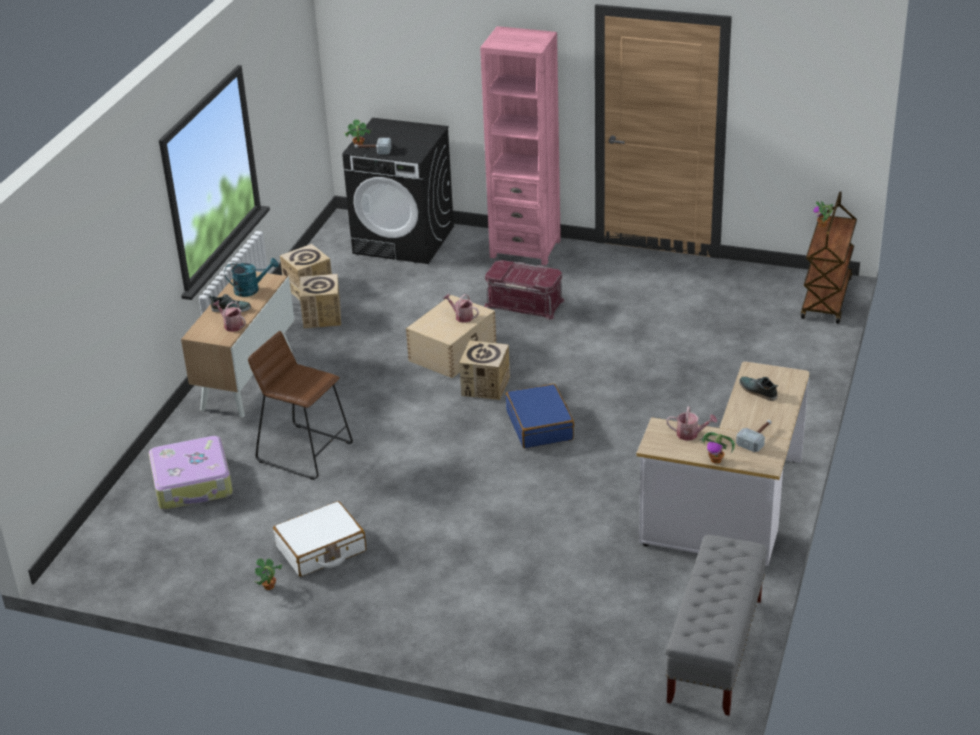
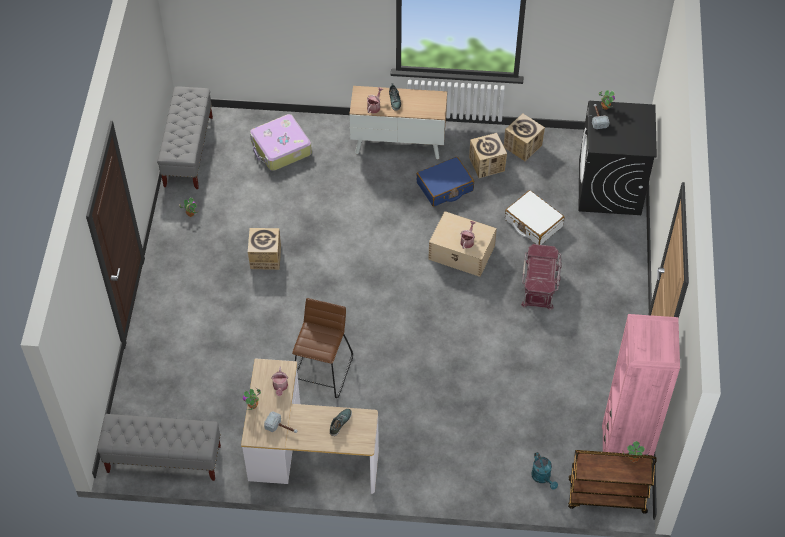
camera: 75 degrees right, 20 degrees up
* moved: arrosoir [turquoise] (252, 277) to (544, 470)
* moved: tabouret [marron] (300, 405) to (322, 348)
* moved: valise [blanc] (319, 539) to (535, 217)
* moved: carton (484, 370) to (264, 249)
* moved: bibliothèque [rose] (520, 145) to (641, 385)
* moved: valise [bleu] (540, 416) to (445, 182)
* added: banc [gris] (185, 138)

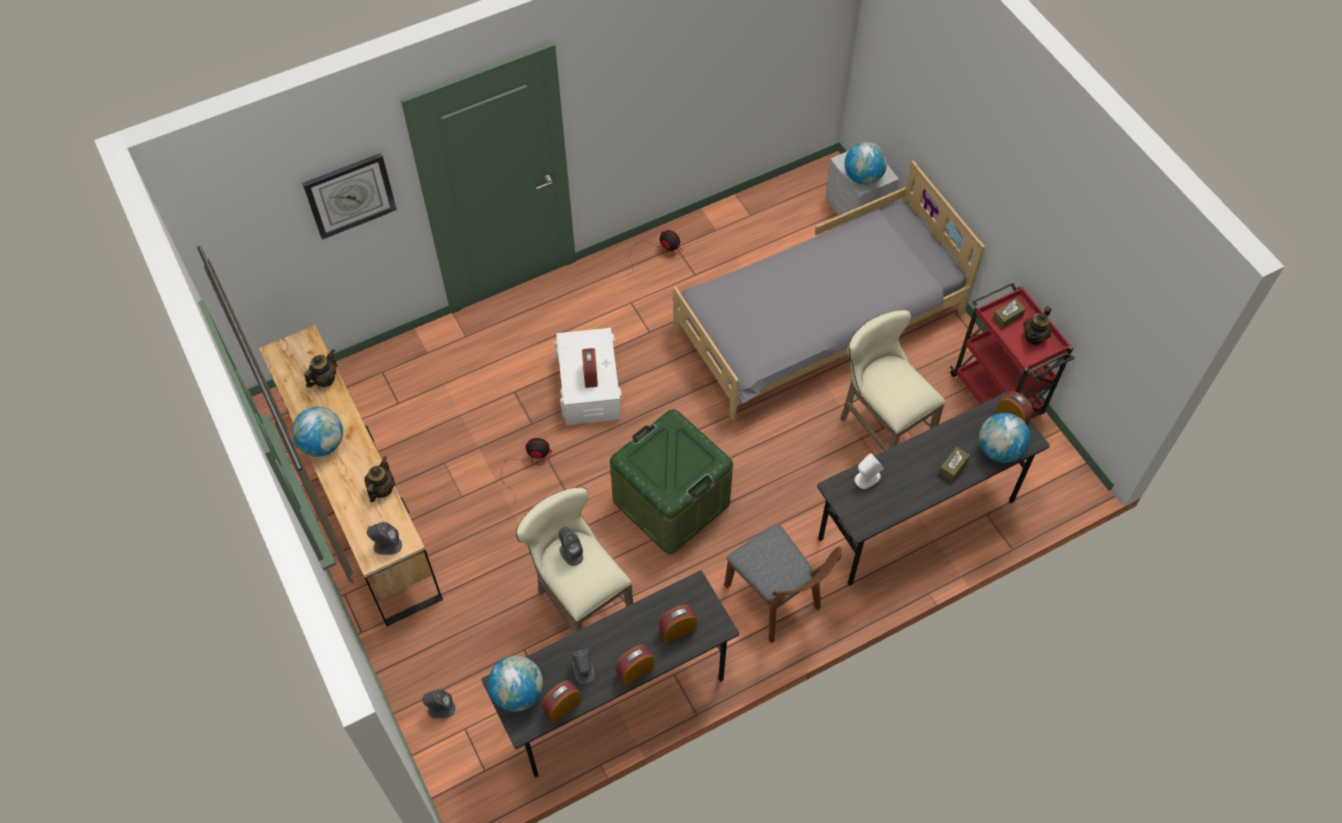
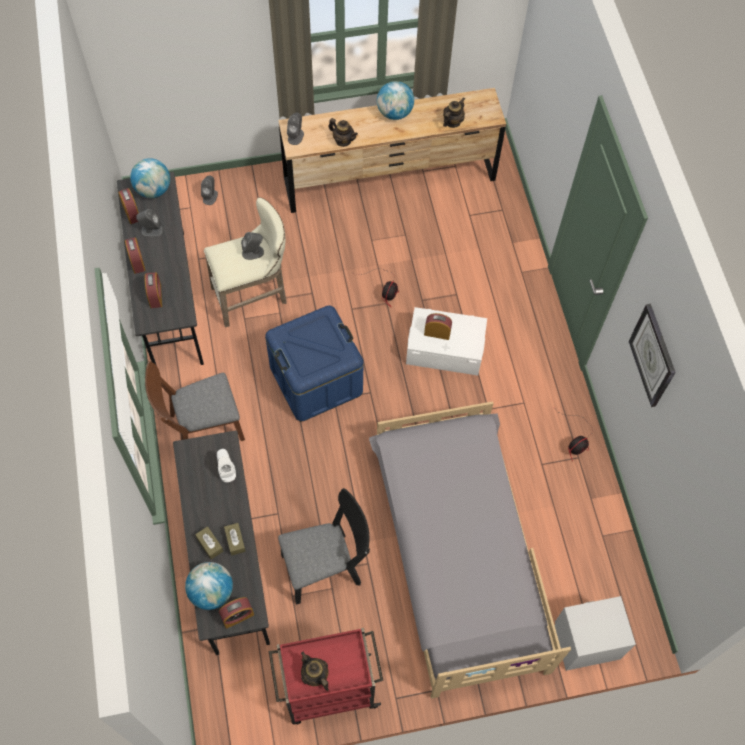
camera: 105 degrees right, 5 degrees up
* moved: horloge murale (349, 196) to (652, 355)
* turned: théière (320, 368) = (454, 112) 105 degrees counterclockwise
* recoloured: boîte de rangement [vert] (671, 482) to boîte de rangement [bleu] (314, 363)
* replaced: tabouret [beige] (892, 380) to chaise [noir] (324, 546)
* removed: globe (866, 163)
* moved: boîte à mouchoirs [marron] (1009, 313) to (235, 539)

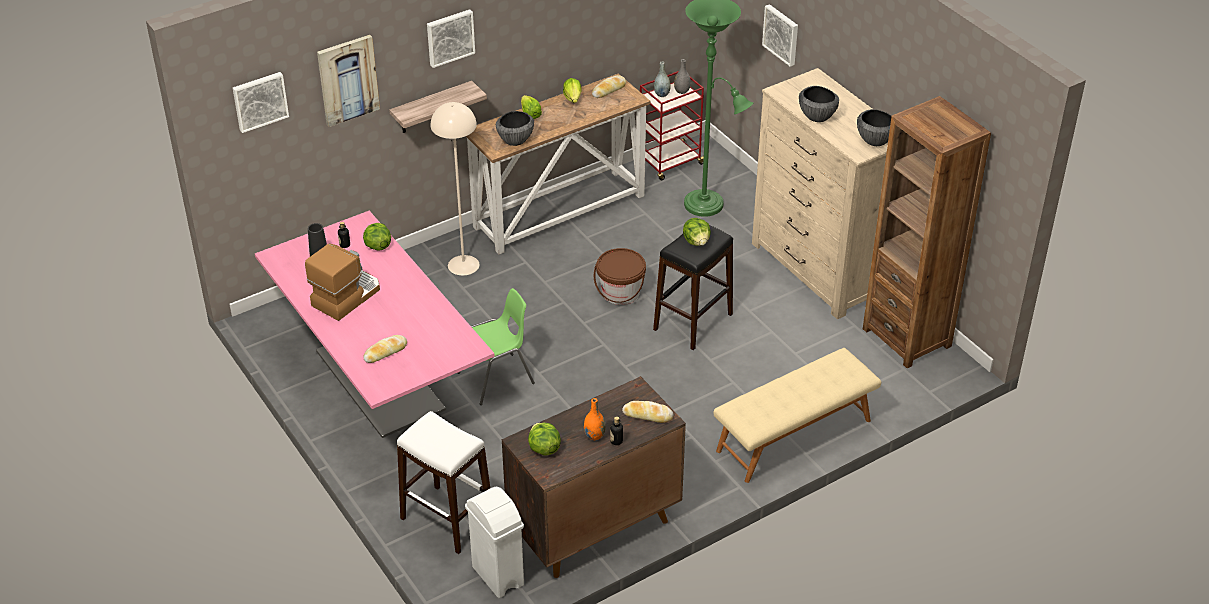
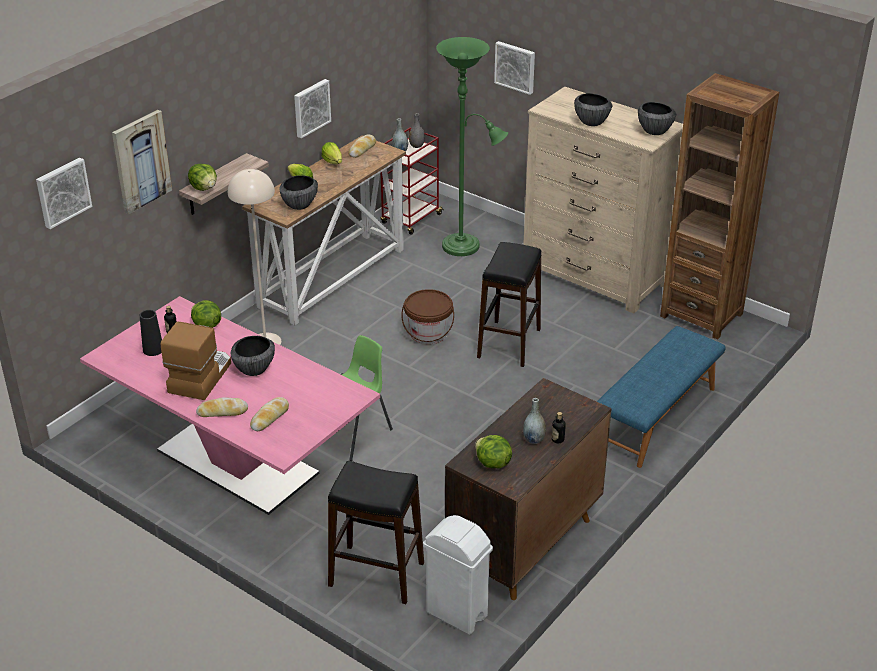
camera: 20 degrees left, 5 degrees down
* recoloured: tabouret [blanc] (443, 482) to tabouret [noir] (376, 532)
* moved: tableau (451, 38) to (312, 108)
* recoloured: vase [orange] (595, 419) to vase [gris] (534, 421)
* moved: pain (647, 412) to (222, 407)
* moved: laitue (697, 232) to (202, 177)
* recoloured: banc [beige] (797, 415) to banc [bleu] (661, 397)
* added: bol (253, 356)

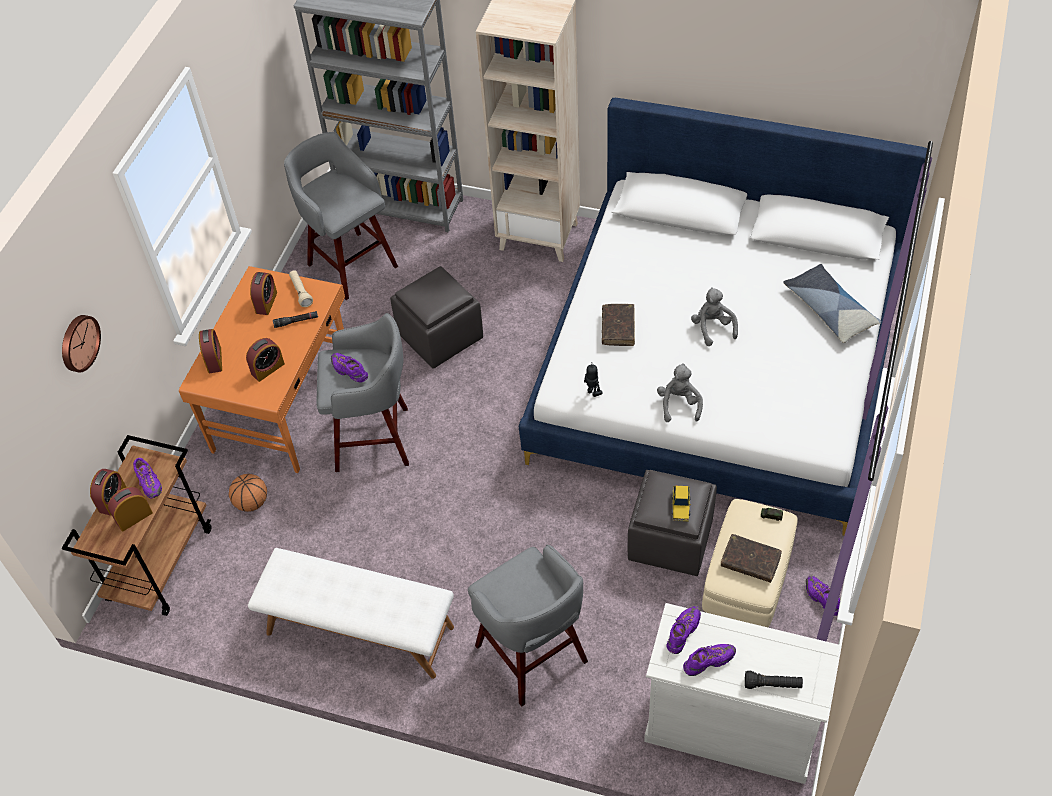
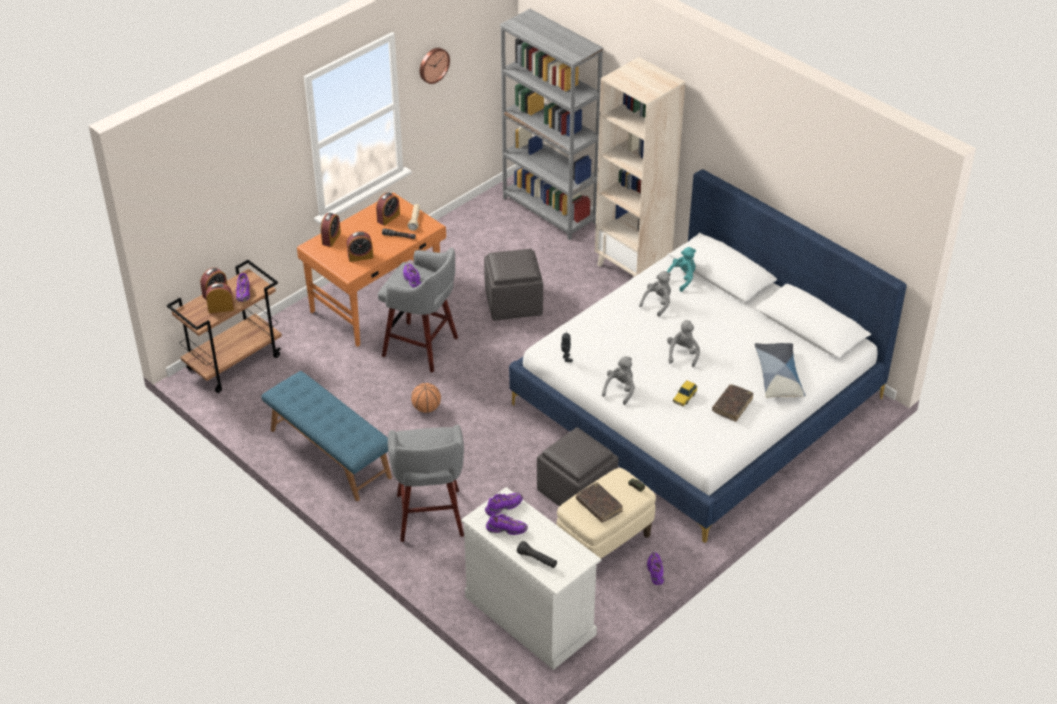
camera: 25 degrees right, 10 degrees down
* moved: horloge murale (81, 344) to (435, 66)
* moved: ballon de basket (248, 493) to (426, 398)
* recoloured: banc [blanc] (351, 613) to banc [bleu] (326, 436)
* removed: tabouret [gris] (341, 216)
* moved: livre [marron] (618, 325) to (733, 403)
* moved: petite voiture (681, 503) to (685, 393)
* added: peluche [gris] (655, 294)
* added: peluche [turquoise] (681, 269)

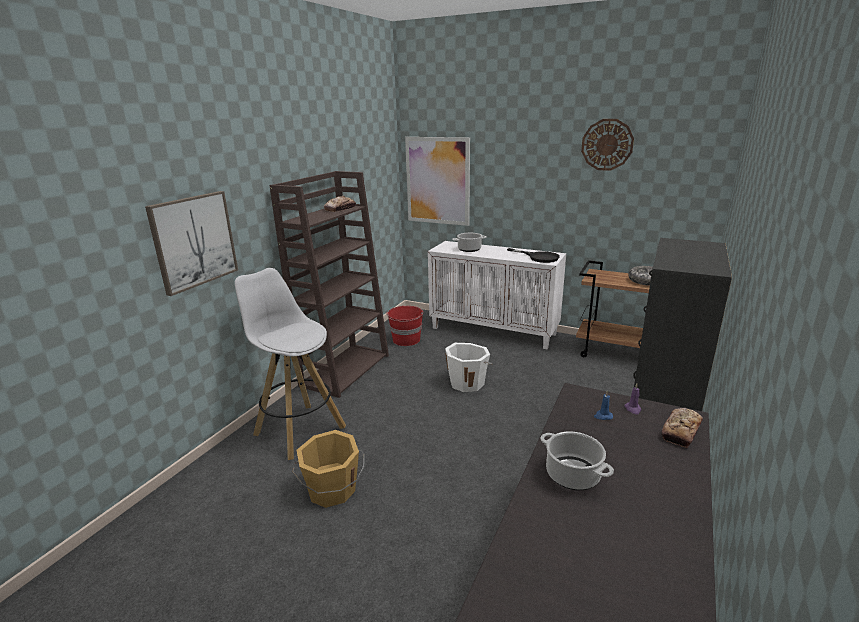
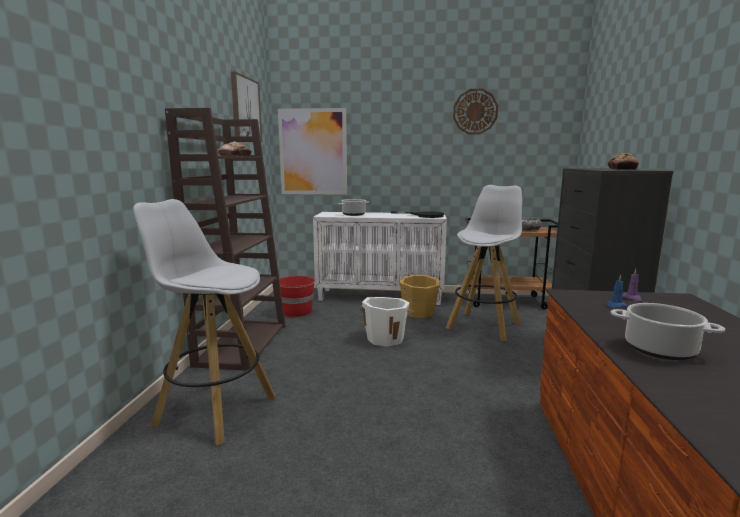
camera: 20 degrees left, 10 degrees down
* moved: tableau (191, 243) to (246, 106)
* moved: seau [orange] (328, 469) to (420, 296)
* moved: pain (682, 428) to (623, 161)
* added: tabouret [blanc] (484, 263)

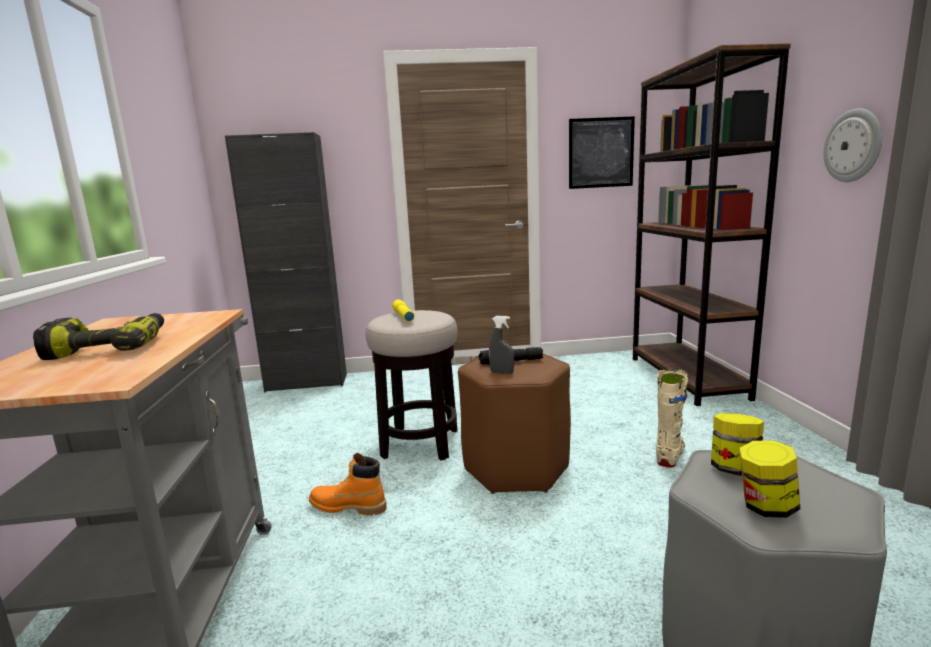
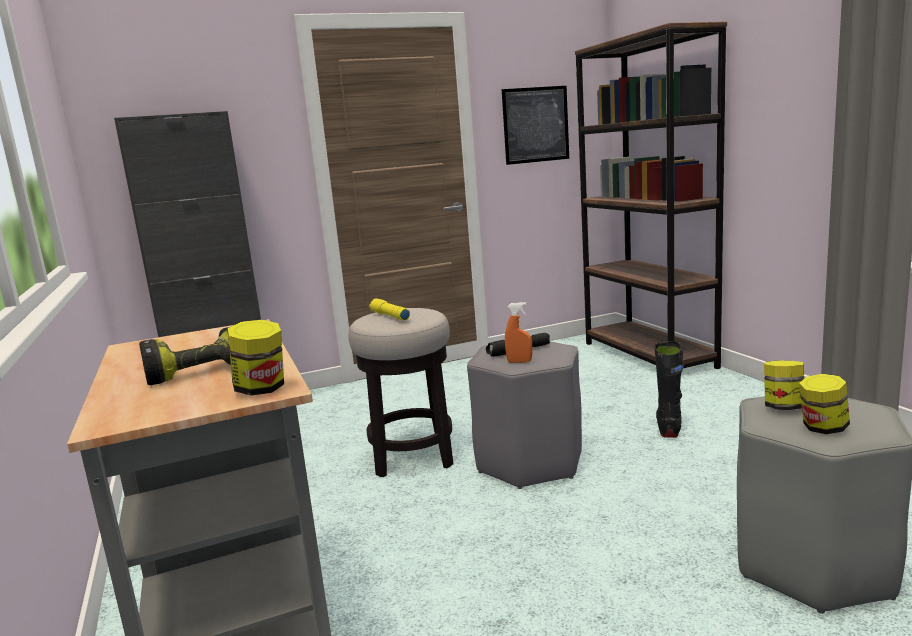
camera: 15 degrees left, 0 degrees up
* removed: botte [orange] (348, 484)
* recoloured: tabouret [marron] (514, 424) to tabouret [gris] (524, 415)
* recoloured: vaporisateur [gris] (501, 345) to vaporisateur [orange] (518, 332)
* recoloured: botte [beige] (672, 418) to botte [noir] (669, 389)
* removed: horloge murale (852, 145)
* added: bocal (255, 358)

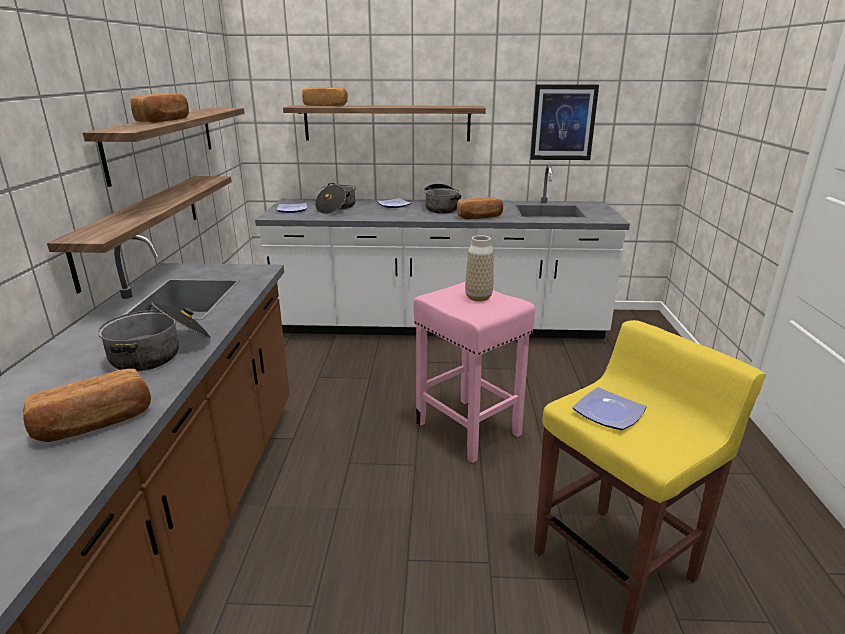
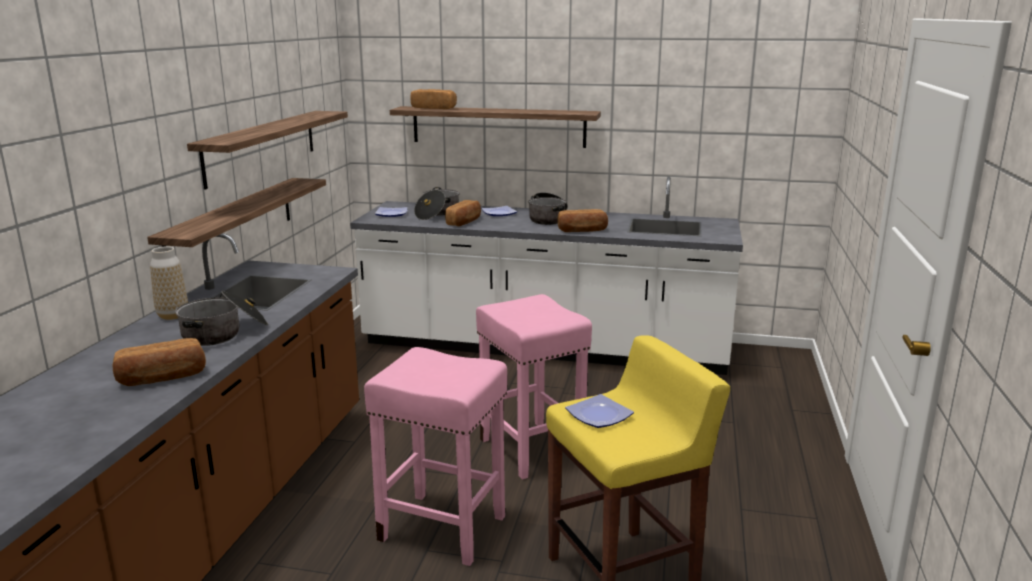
camera: 10 degrees right, 5 degrees down
* moved: pain (160, 108) to (463, 213)
* moved: vase (479, 268) to (169, 283)
* removed: tableau (564, 122)
* added: tabouret [rose] (435, 456)

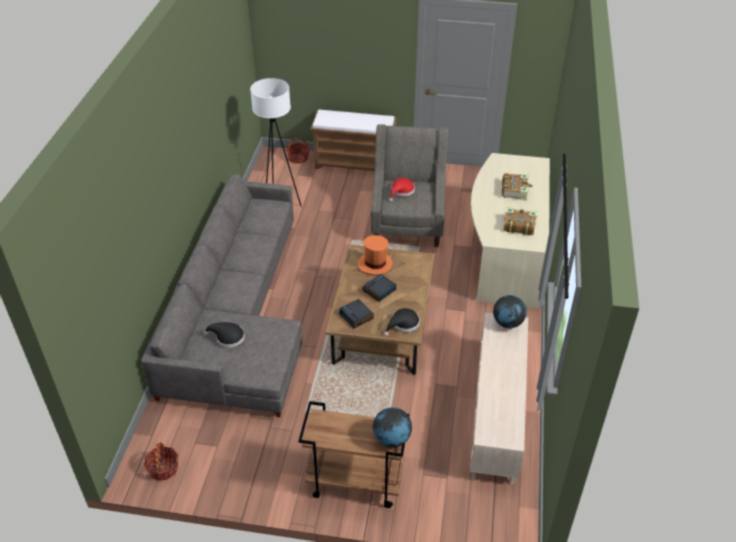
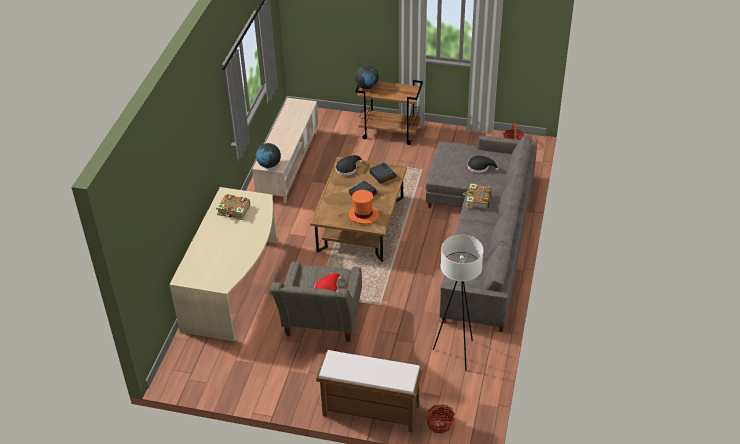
camera: 175 degrees left, 0 degrees up
* moved: livre (517, 186) to (477, 197)

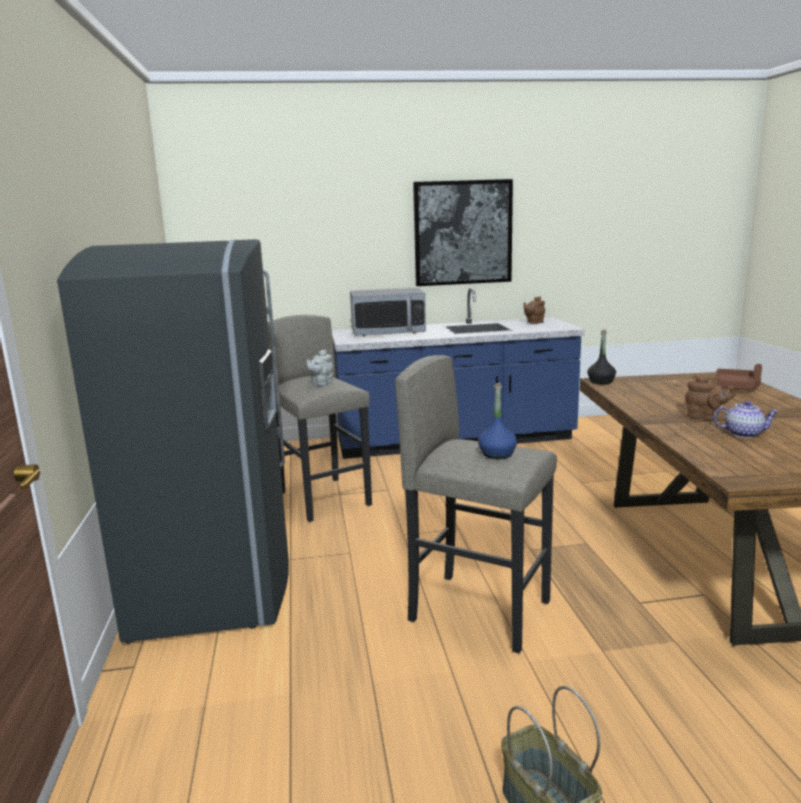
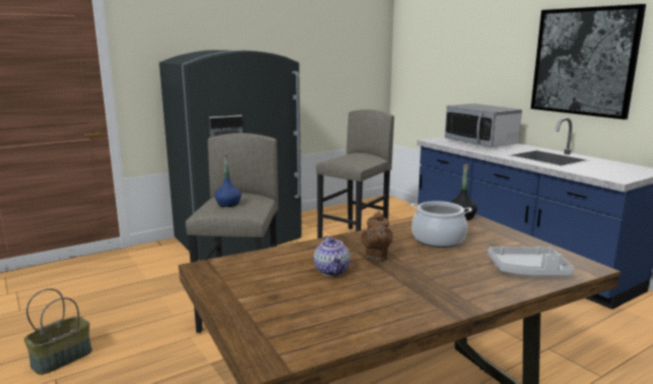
camera: 65 degrees right, 0 degrees up
* removed: théière [gris] (320, 367)
* removed: théière [marron] (534, 310)
* recoloured: plateau [marron] (739, 376) to plateau [gris] (531, 261)
* added: marmite (441, 224)

